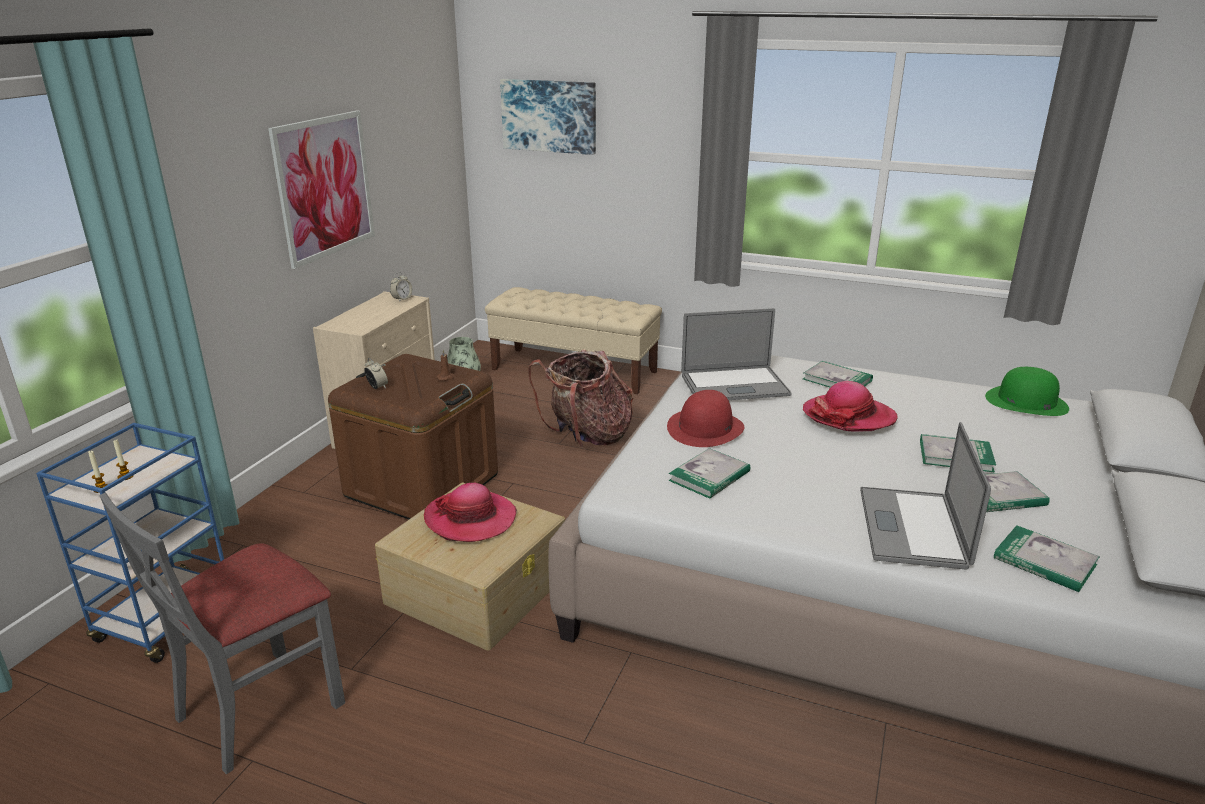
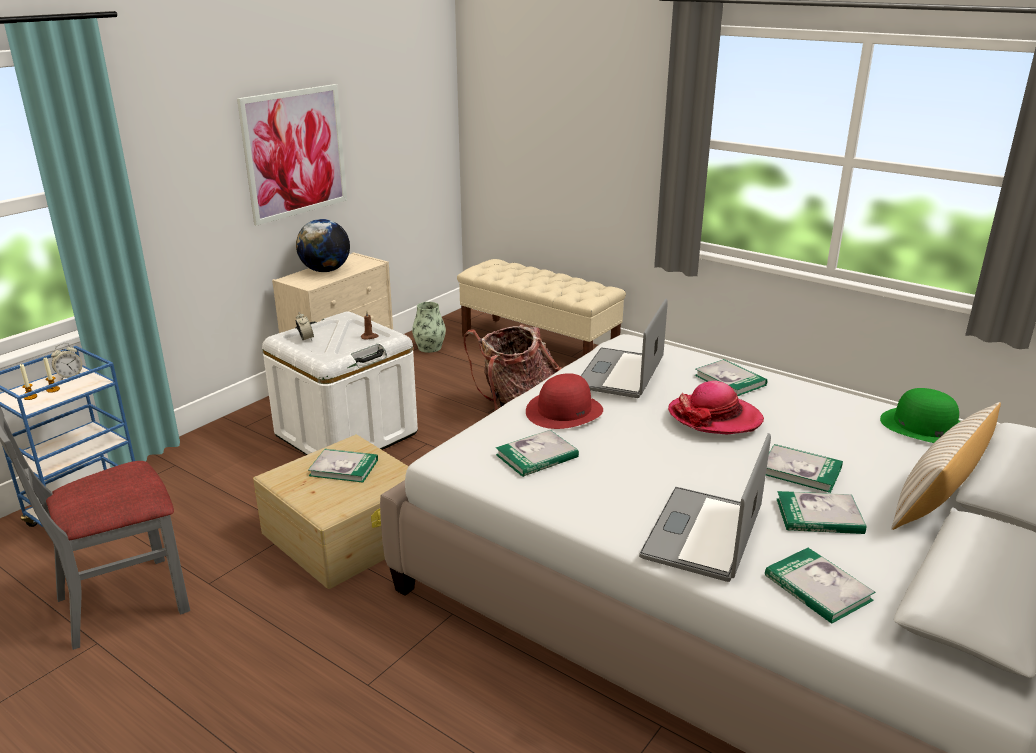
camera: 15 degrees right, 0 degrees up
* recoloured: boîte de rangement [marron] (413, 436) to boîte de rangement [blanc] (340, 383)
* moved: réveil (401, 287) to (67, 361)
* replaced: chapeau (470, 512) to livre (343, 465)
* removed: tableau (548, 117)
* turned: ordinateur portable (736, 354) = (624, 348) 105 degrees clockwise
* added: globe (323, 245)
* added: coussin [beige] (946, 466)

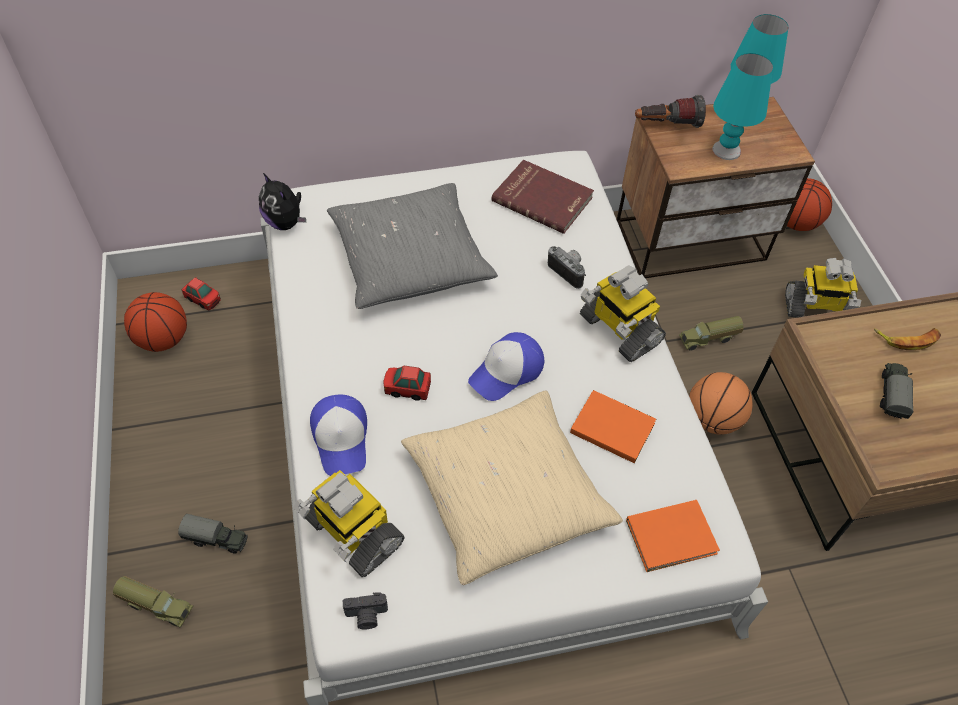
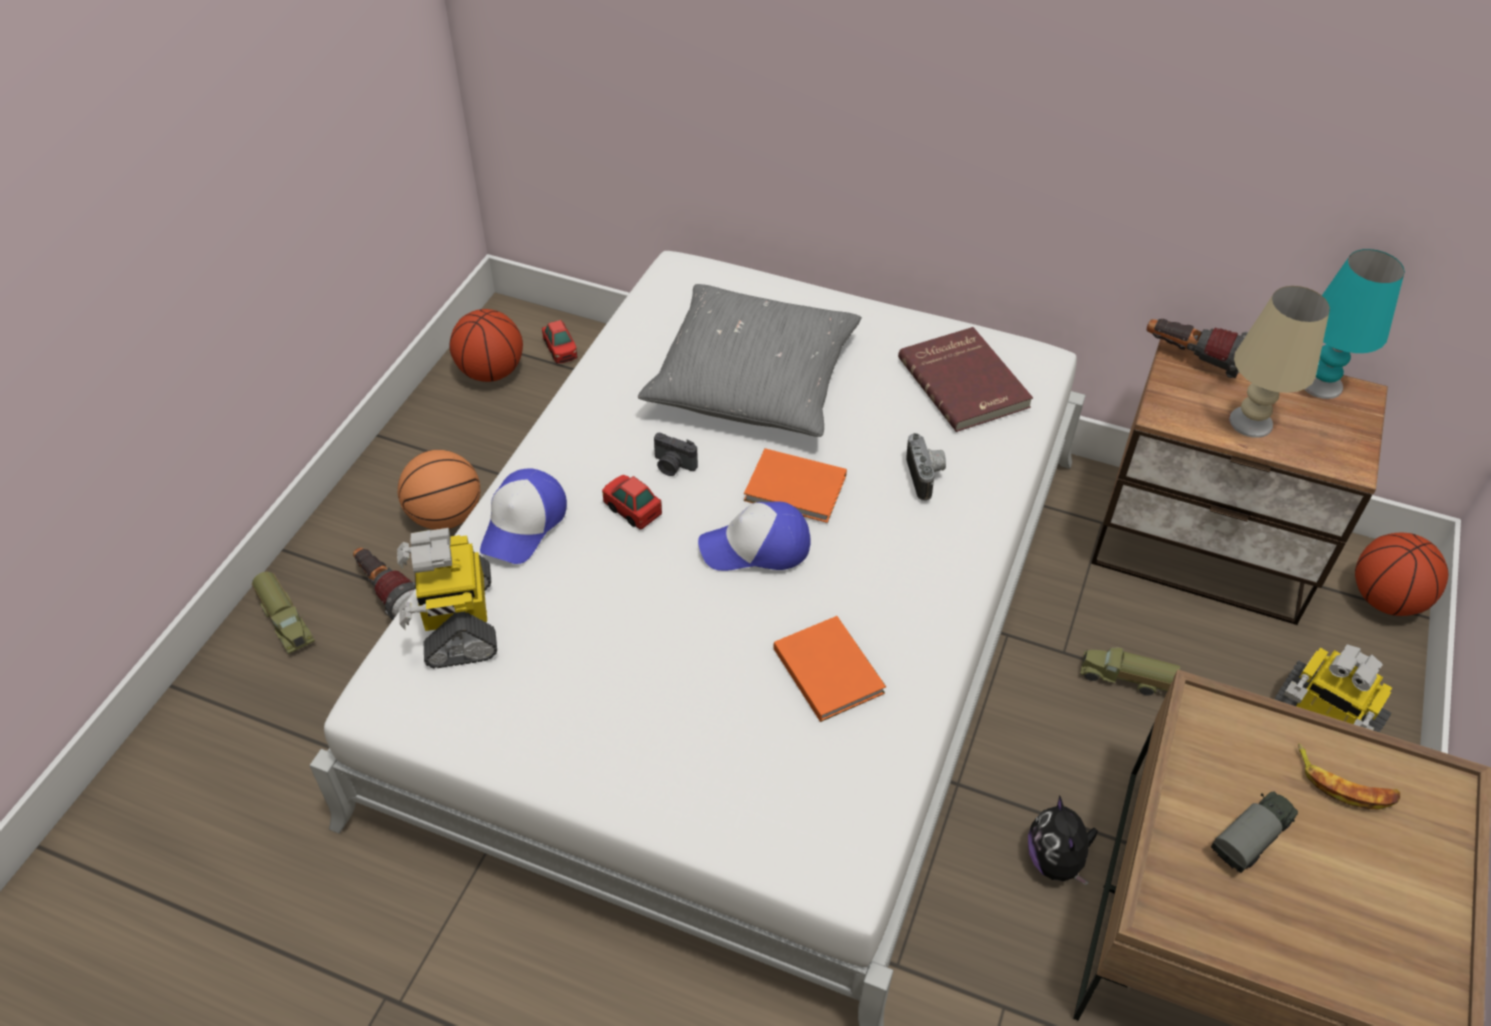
camera: 35 degrees right, 5 degrees down
* replaced: camion jouet (212, 534) to lampe de poche (384, 583)
* moved: peluche (282, 201) to (1063, 840)
* moved: appareil photo (365, 611) to (676, 454)
* removed: coussin [beige] (512, 487)
* removed: robot jouet (623, 313)
* moved: livre [orange] (673, 536) to (795, 485)
* moved: ballon de basket (721, 403) to (439, 490)
* recoloured: lampe de table [turquoise] (742, 106) to lampe de table [beige] (1279, 362)

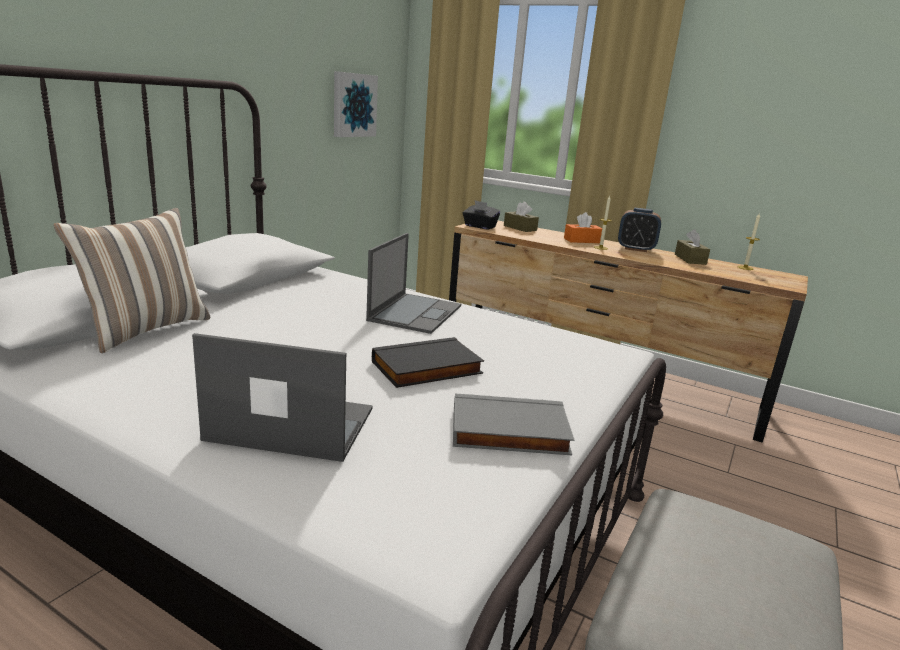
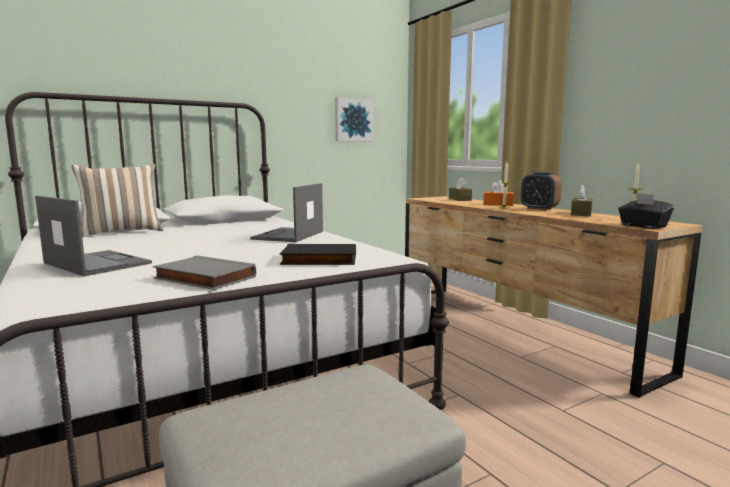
camera: 30 degrees right, 10 degrees down
* turned: ordinateur portable (413, 283) = (286, 212) 150 degrees clockwise
* moved: livre [noir] (428, 362) to (318, 254)
* moved: boîte à mouchoirs [noir] (481, 215) to (646, 211)

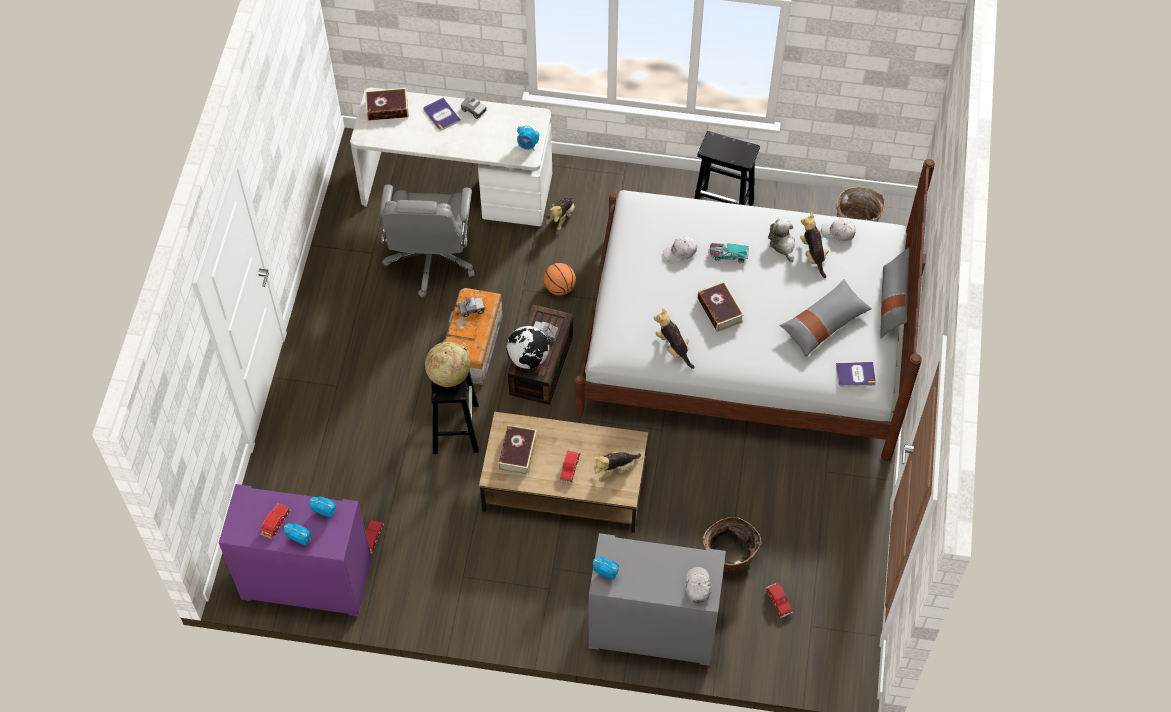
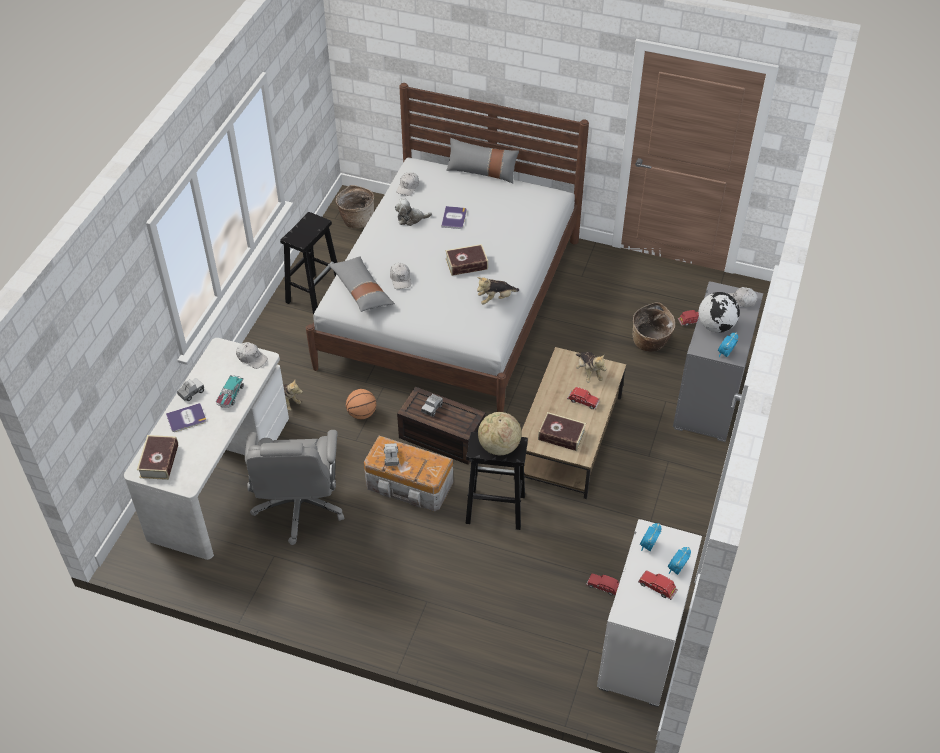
camera: 80 degrees left, 10 degrees down
* recoloured: commode [violet] (295, 550) to commode [blanc] (649, 613)
* turned: chaise de bureau [gris] (427, 240) = (294, 487) 75 degrees clockwise
* moved: globe (528, 347) to (719, 312)
* replaced: réveil (528, 138) to casquette [blanc] (252, 355)
* moved: petite voiture (729, 253) to (230, 391)
* moved: coussin [gris] (825, 318) to (361, 284)
* removed: peluche (814, 245)
* moved: livre (856, 374) to (454, 217)

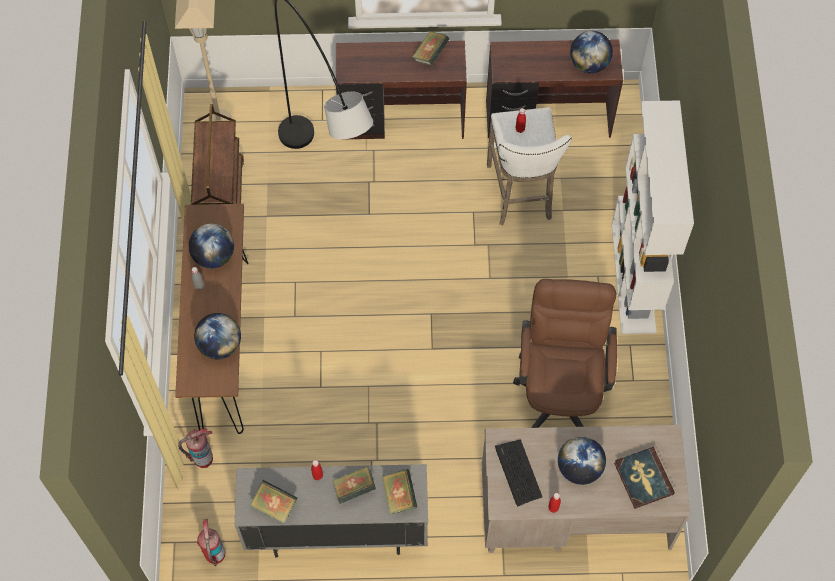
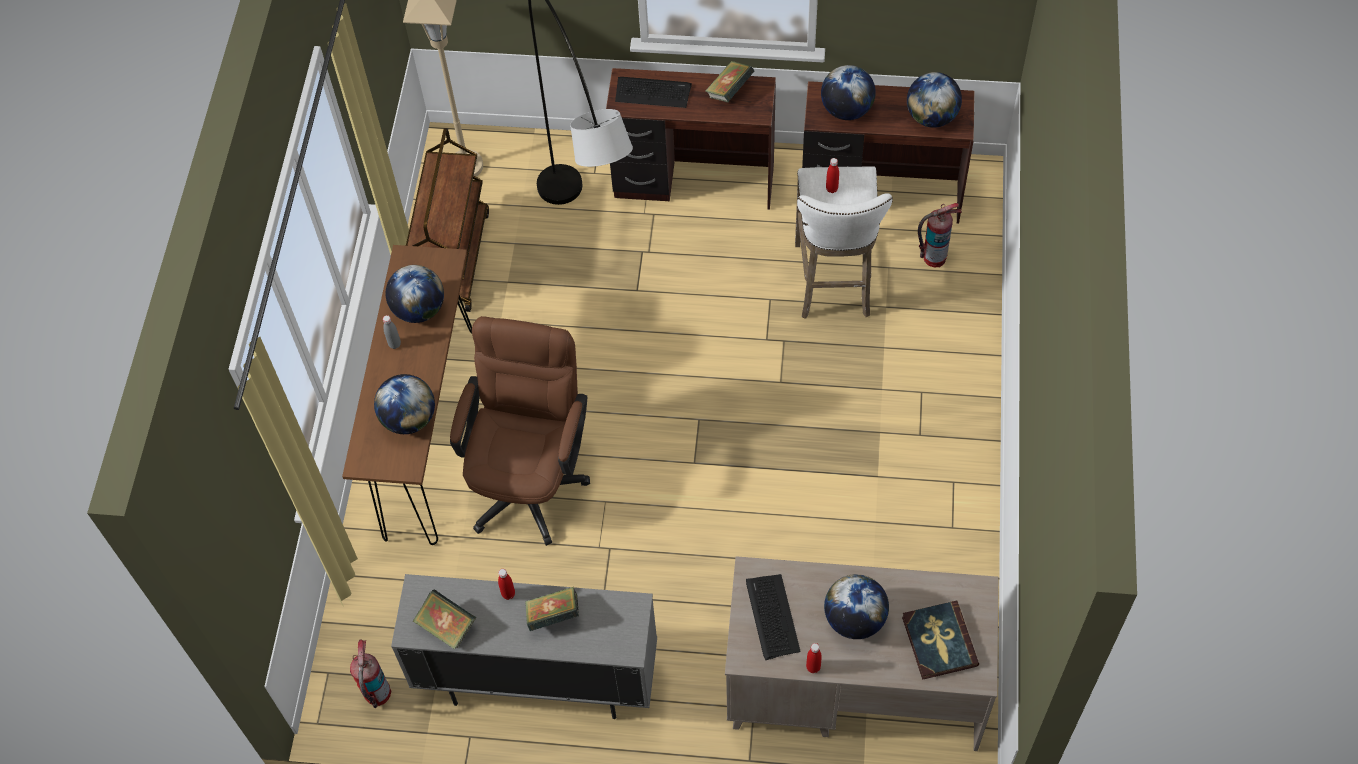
camera: 10 degrees right, 5 degrees down
* moved: extincteur (195, 448) to (940, 235)
* removed: livre (399, 491)
* moved: chaise de bureau [marron] (565, 353) to (520, 431)
* removed: bibliothèque [blanc] (653, 217)
* added: clavier (653, 92)
* added: globe (848, 92)

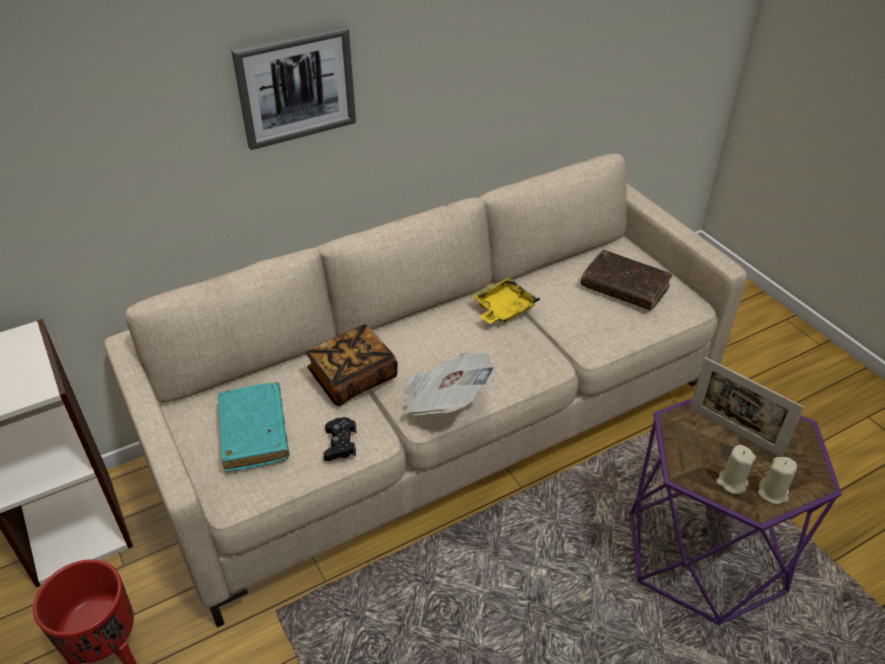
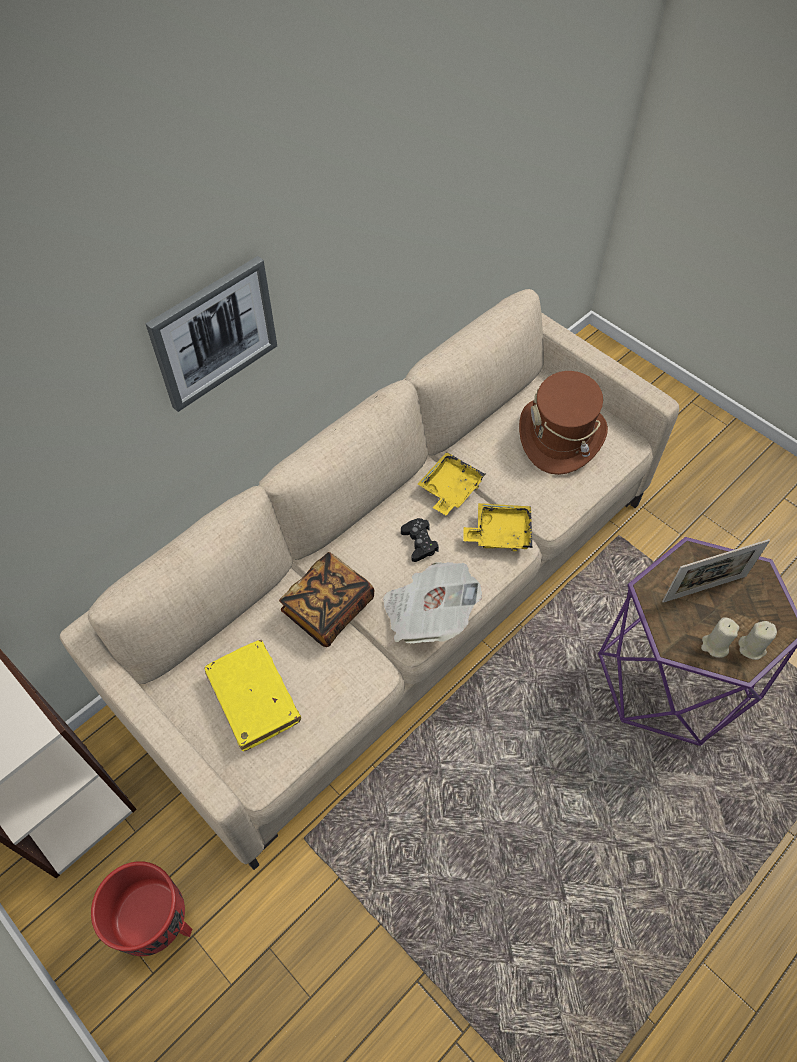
camera: 15 degrees left, 15 degrees up
* recoloured: livre [turquoise] (254, 428) to livre [jaune] (253, 695)
* moved: manette [noir] (339, 439) to (420, 540)
* replaced: livre [marron] (626, 280) to chapeau [marron] (563, 423)
* turned: cadre photo (747, 407) = (716, 571) 45 degrees counterclockwise
* added: plateau [jaune] (497, 527)

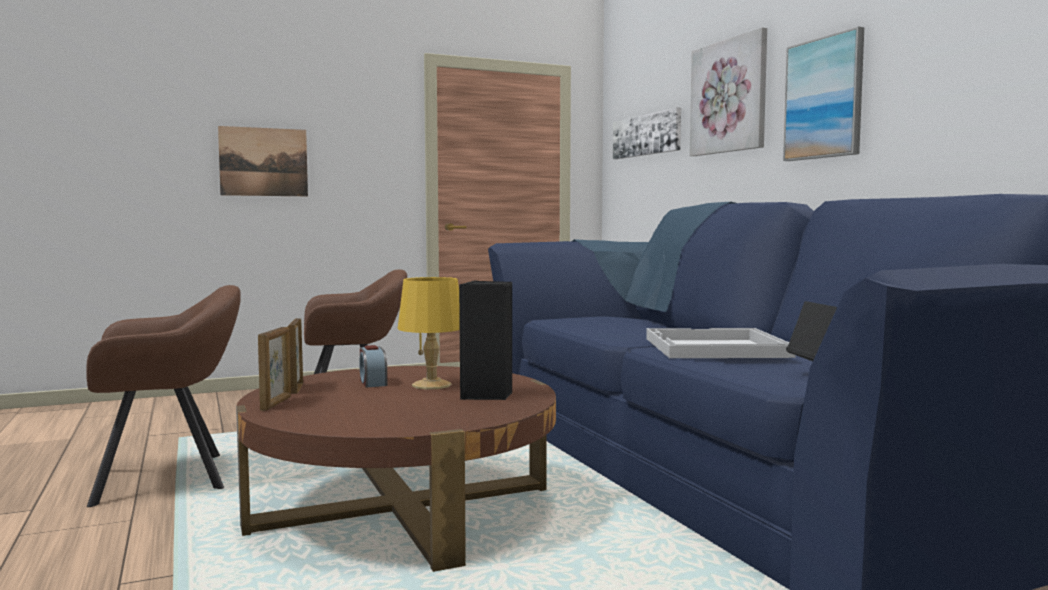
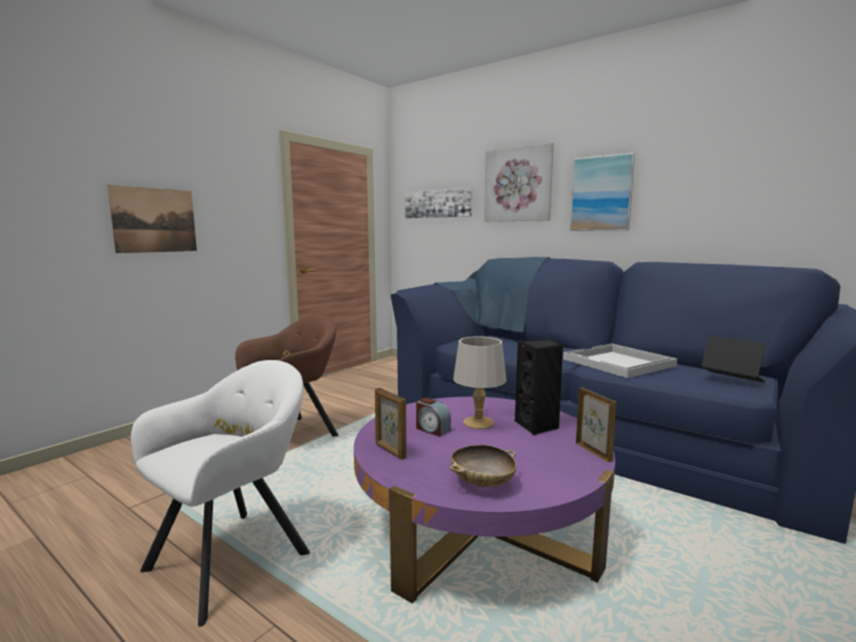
camera: 30 degrees left, 5 degrees up
* recoloured: fauteuil [marron] (163, 396) to fauteuil [blanc] (220, 493)
* recoloured: table basse [marron] (396, 469) to table basse [violet] (485, 500)
* moved: cadre photo (274, 369) to (596, 425)
* recoloured: lampe de table [jaune] (429, 333) to lampe de table [gris] (480, 383)
* added: bol [beige] (483, 466)

